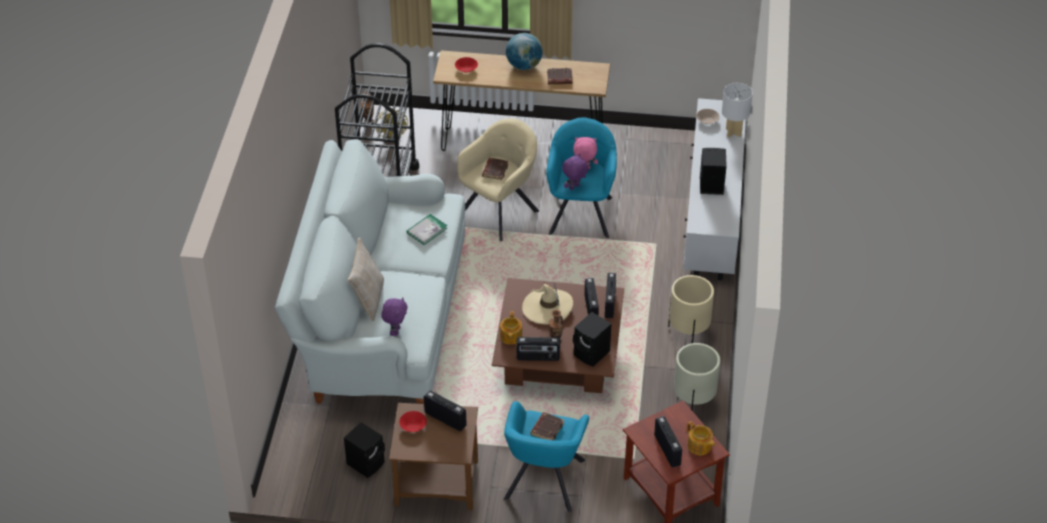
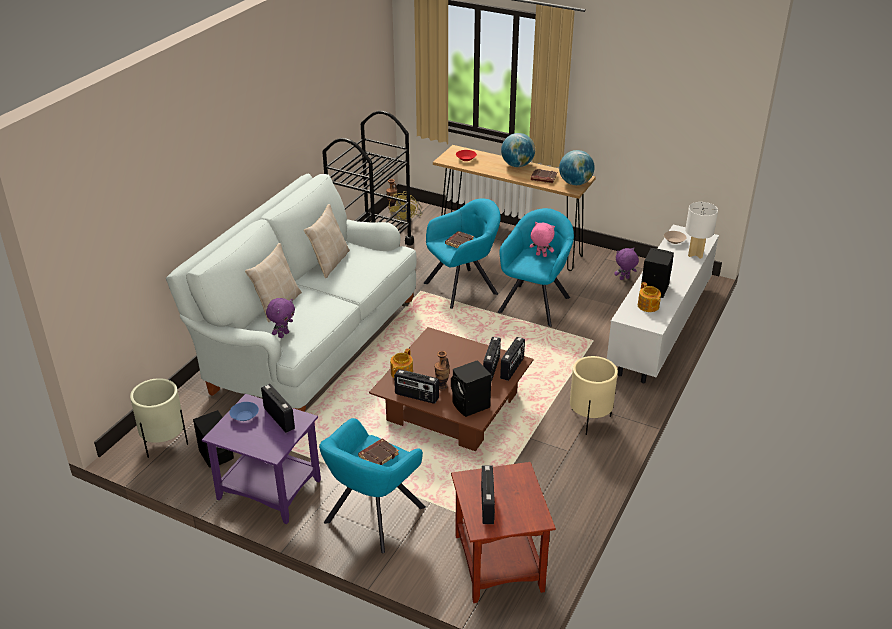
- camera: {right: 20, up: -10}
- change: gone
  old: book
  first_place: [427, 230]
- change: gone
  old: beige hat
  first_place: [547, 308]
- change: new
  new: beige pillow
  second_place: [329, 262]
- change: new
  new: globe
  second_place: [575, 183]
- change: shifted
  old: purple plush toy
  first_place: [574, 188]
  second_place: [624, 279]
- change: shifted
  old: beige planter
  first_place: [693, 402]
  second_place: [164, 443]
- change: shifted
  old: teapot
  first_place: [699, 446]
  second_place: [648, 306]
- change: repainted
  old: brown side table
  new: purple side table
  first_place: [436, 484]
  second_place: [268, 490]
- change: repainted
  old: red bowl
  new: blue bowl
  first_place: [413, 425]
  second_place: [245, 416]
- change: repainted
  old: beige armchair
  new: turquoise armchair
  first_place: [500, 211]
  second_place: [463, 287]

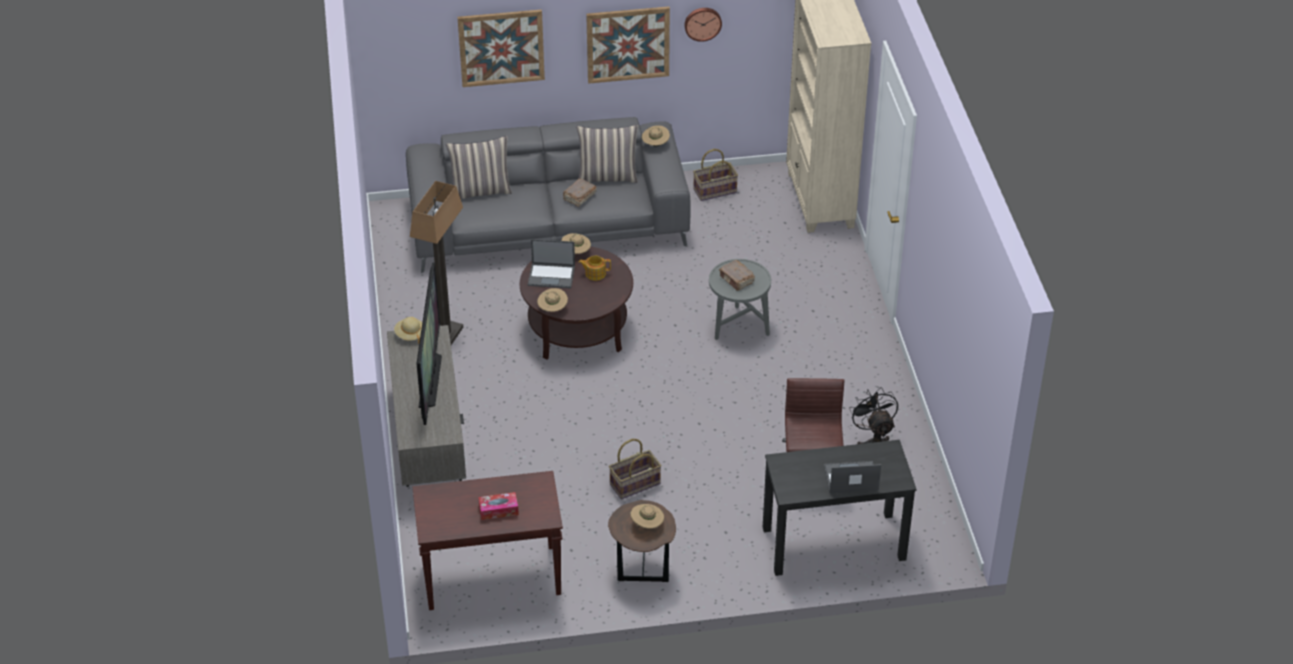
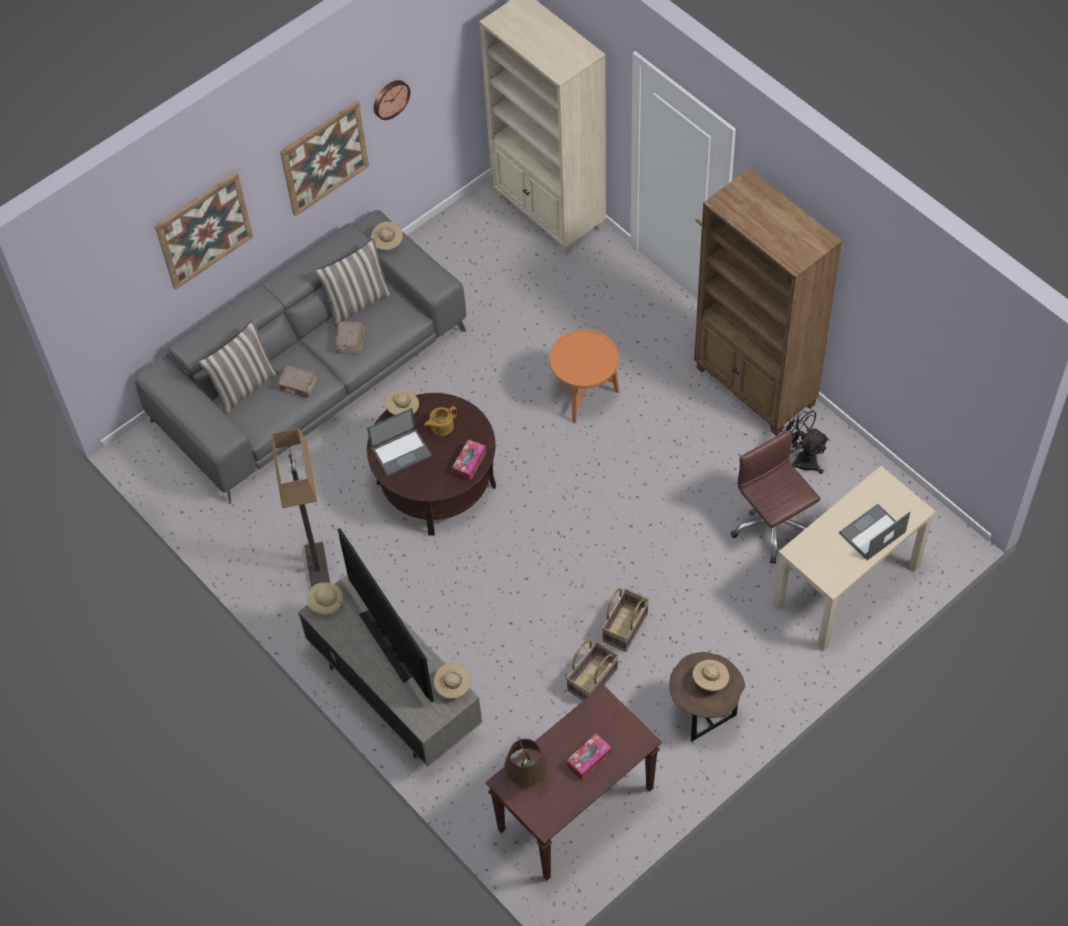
- camera: {right: -30, up: 15}
- change: new
  new: tissue box
  second_place: [469, 463]
- change: new
  new: brown table lamp
  second_place: [527, 780]
- change: new
  new: brown bookcase
  second_place: [755, 387]
- change: shifted
  old: beige hat
  first_place: [552, 309]
  second_place: [453, 687]
- change: shifted
  old: basket
  first_place: [715, 191]
  second_place: [593, 680]
- change: shifted
  old: brown book
  first_place: [736, 280]
  second_place: [298, 386]
- change: repainted
  old: grey side table
  new: orange side table
  first_place: [738, 328]
  second_place: [584, 398]
- change: repainted
  old: black desk
  new: beige desk
  first_place: [833, 543]
  second_place: [846, 587]

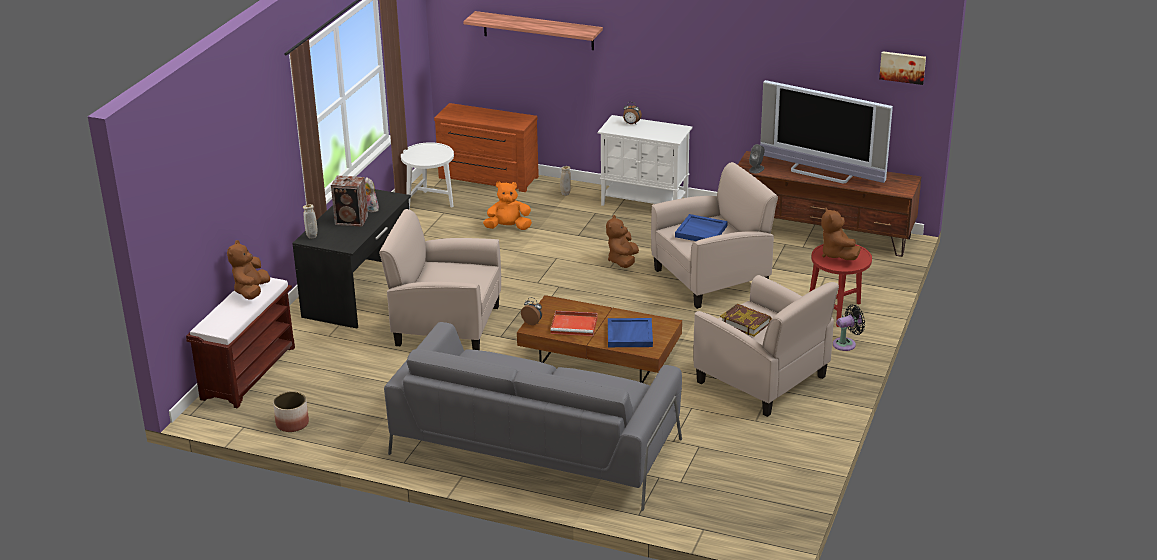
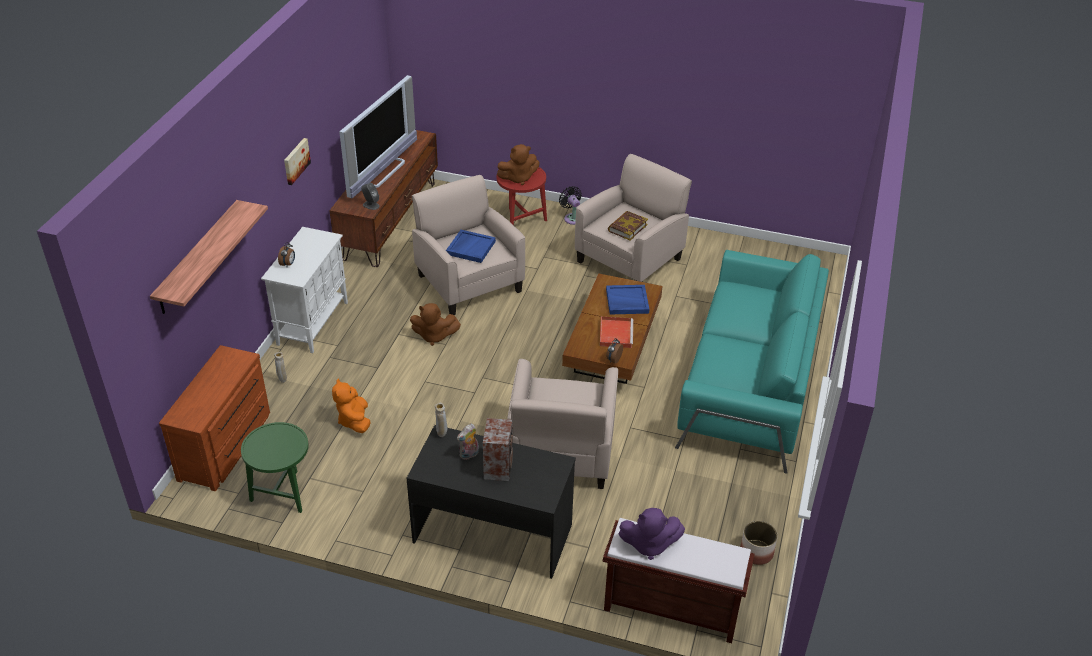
- camera: {right: -95, up: 10}
- change: shifted
  old: beige vase
  first_place: [312, 237]
  second_place: [442, 434]
- change: shifted
  old: picture
  first_place: [902, 67]
  second_place: [295, 161]
- change: repainted
  old: brown plush toy
  new: purple plush toy
  first_place: [251, 291]
  second_place: [649, 544]
- change: repainted
  old: grey sofa
  new: turquoise sofa
  first_place: [535, 446]
  second_place: [750, 380]
- change: repainted
  old: white side table
  new: green side table
  first_place: [430, 203]
  second_place: [283, 492]

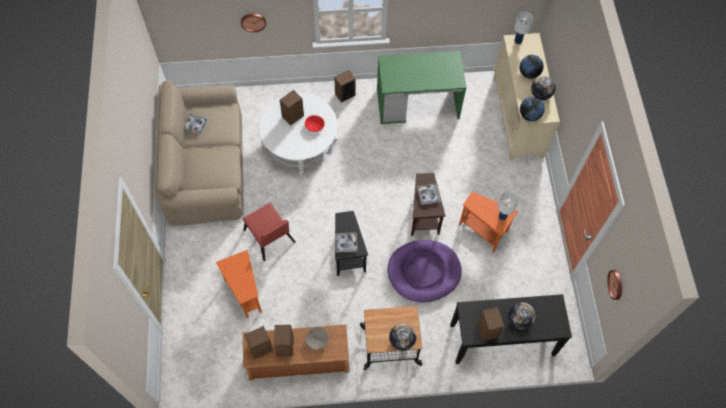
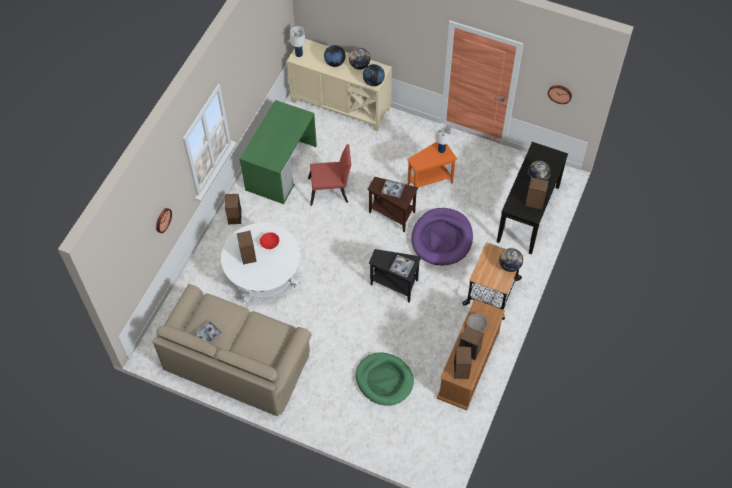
- camera: {right: -60, up: -5}
- change: shifted
  old: red chair
  first_place: [270, 239]
  second_place: [331, 190]
- change: swapped
  old: orange side table
  new: green dog bed
  first_place: [245, 292]
  second_place: [384, 380]

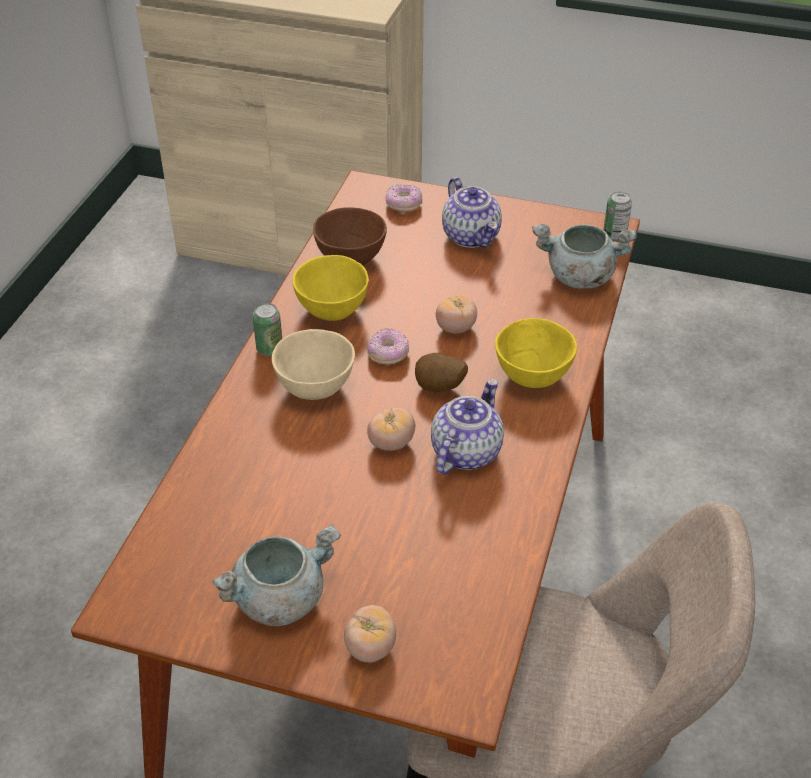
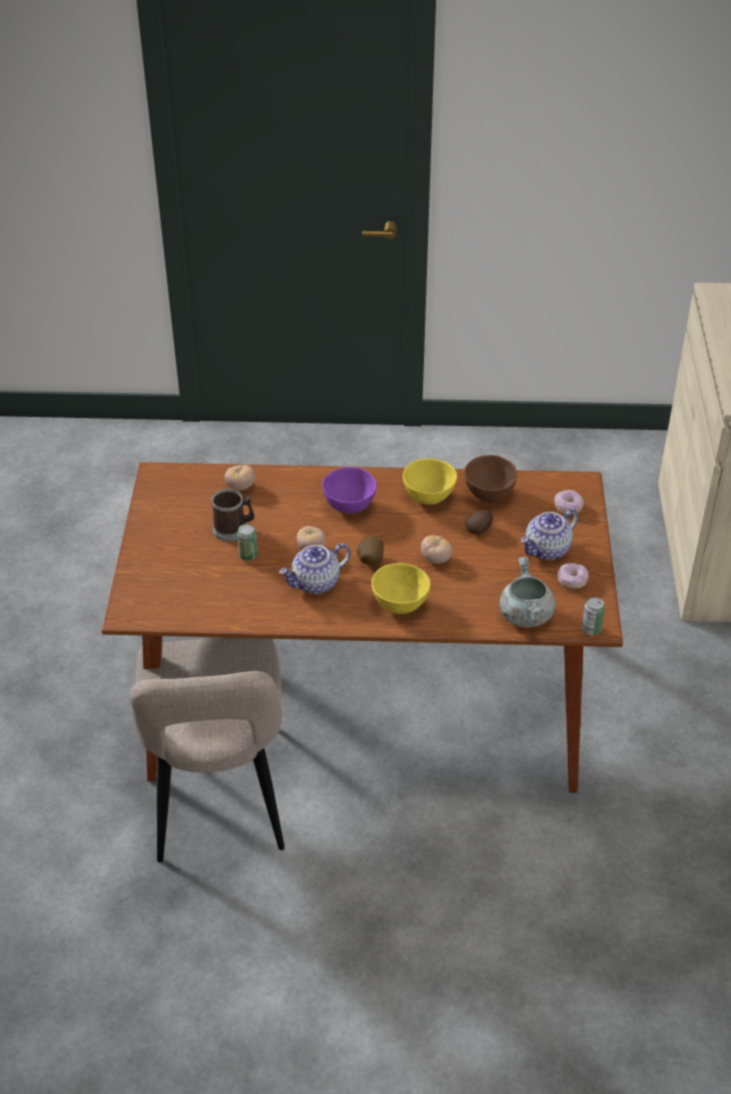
- camera: {right: 75, up: 0}
- change: gone
  old: grey cooking pot
  first_place: [280, 598]
- change: new
  new: mug
  second_place: [234, 529]
- change: new
  new: potato
  second_place: [479, 529]
- change: shifted
  old: can
  first_place: [269, 349]
  second_place: [248, 555]
- change: shifted
  old: tomato
  first_place: [370, 648]
  second_place: [240, 486]
- change: shifted
  old: donut
  first_place: [388, 355]
  second_place: [572, 581]
- change: repainted
  old: beige bowl
  new: purple bowl
  first_place: [316, 387]
  second_place: [350, 506]
- change: rotated
  old: teapot
  first_place: [465, 451]
  second_place: [315, 583]
  degrees: 135

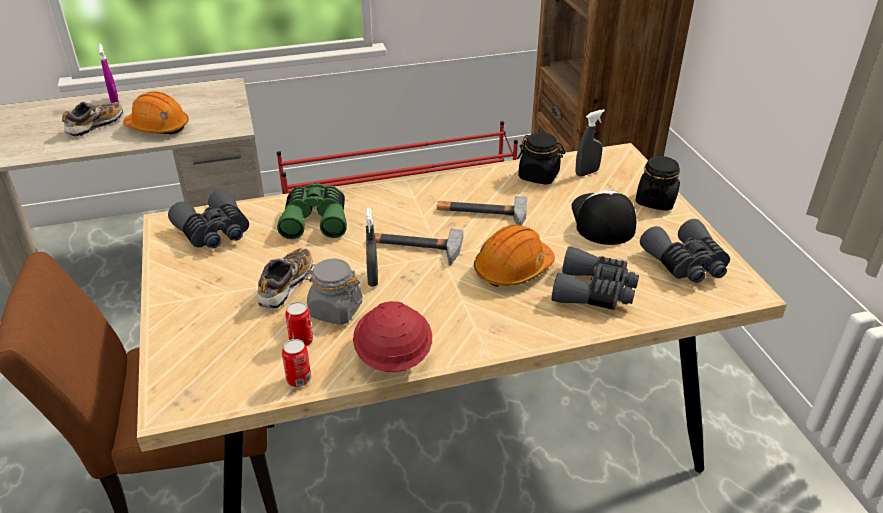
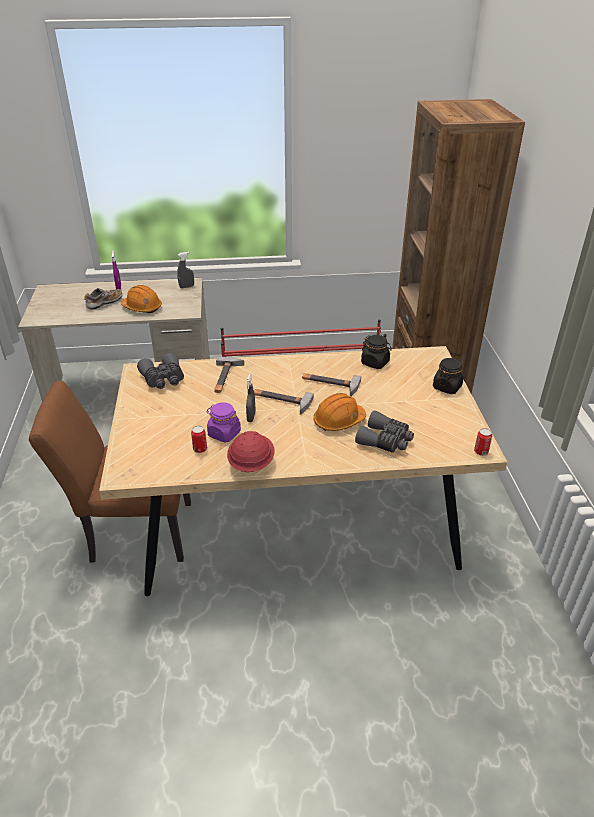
- camera: {right: 10, up: 0}
- change: gone
  old: shoe
  first_place: [286, 286]
- change: gone
  old: cap
  first_place: [601, 219]
- change: gone
  old: grey binoculars
  first_place: [686, 264]
- change: shifted
  old: can
  first_place: [299, 379]
  second_place: [481, 452]
- change: shifted
  old: grey spray bottle
  first_place: [587, 173]
  second_place: [186, 287]
- change: swapped
  old: green binoculars
  new: hammer
  first_place: [315, 220]
  second_place: [225, 377]
- change: repainted
  old: grey jar
  new: purple jar
  first_place: [335, 310]
  second_place: [224, 433]

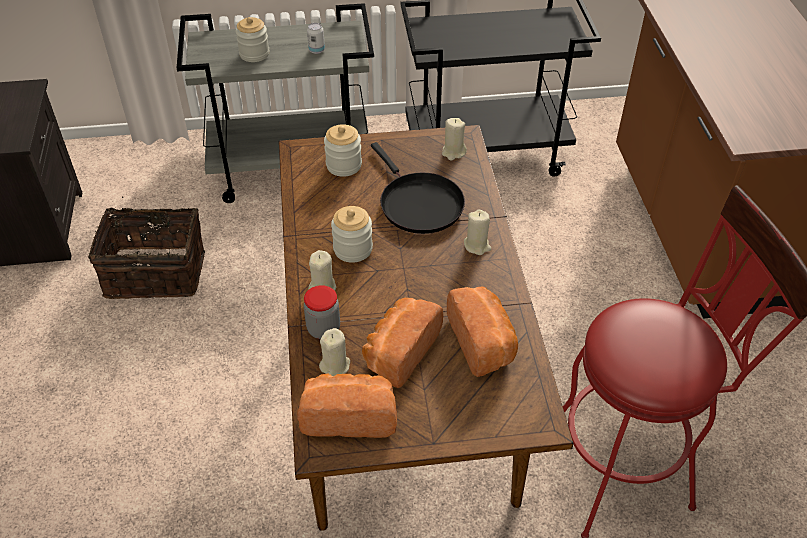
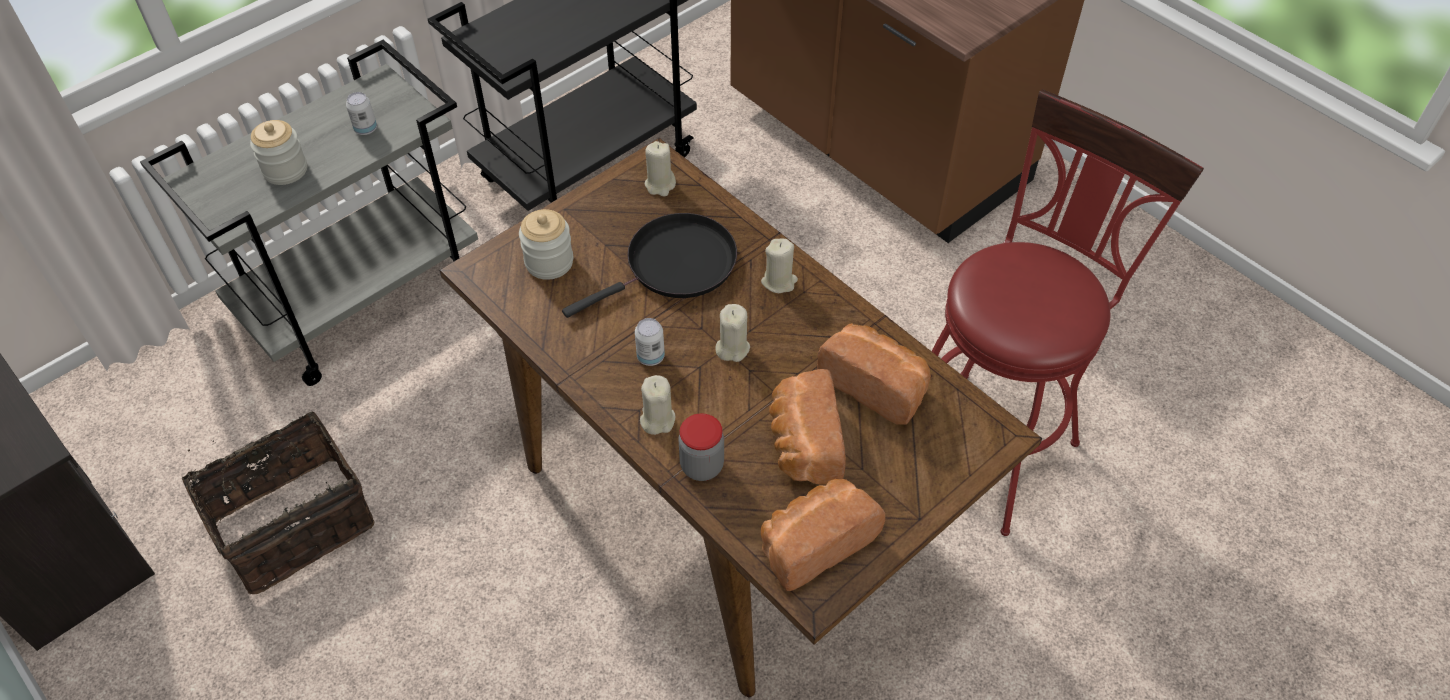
- camera: {right: -35, up: 5}
- change: shifted
  old: beige candle
  first_place: [335, 365]
  second_place: [732, 348]
- change: swapped
  old: jar
  new: can
  first_place: [353, 249]
  second_place: [650, 357]
- change: rotated
  old: black frying pan
  first_place: [418, 203]
  second_place: [675, 266]
  degrees: -60

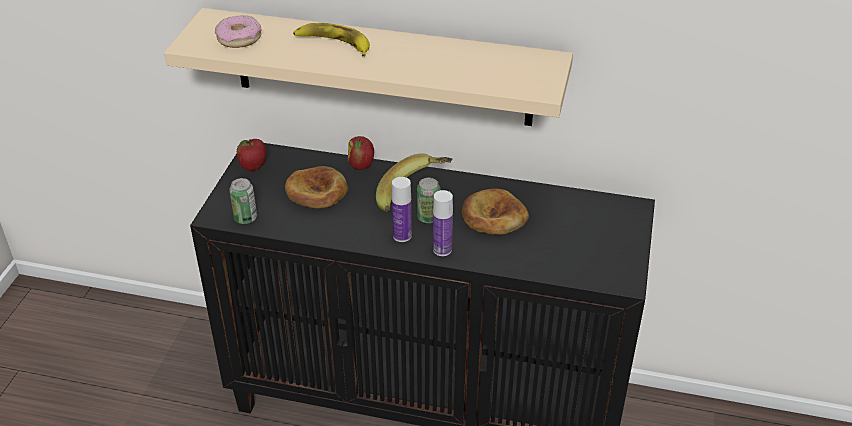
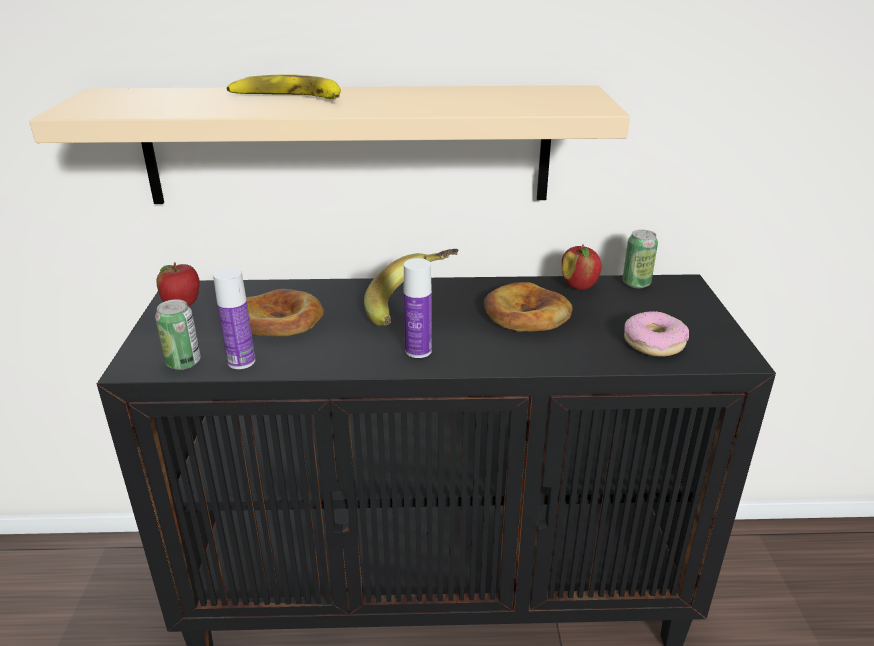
- camera: {right: -15, up: -10}
- change: shifted
  old: donut
  first_place: [239, 38]
  second_place: [654, 343]
- change: shifted
  old: apple
  first_place: [361, 166]
  second_place: [579, 286]
- change: shifted
  old: can
  first_place: [428, 217]
  second_place: [636, 283]
- change: shifted
  old: bottle
  first_place: [442, 249]
  second_place: [241, 361]

